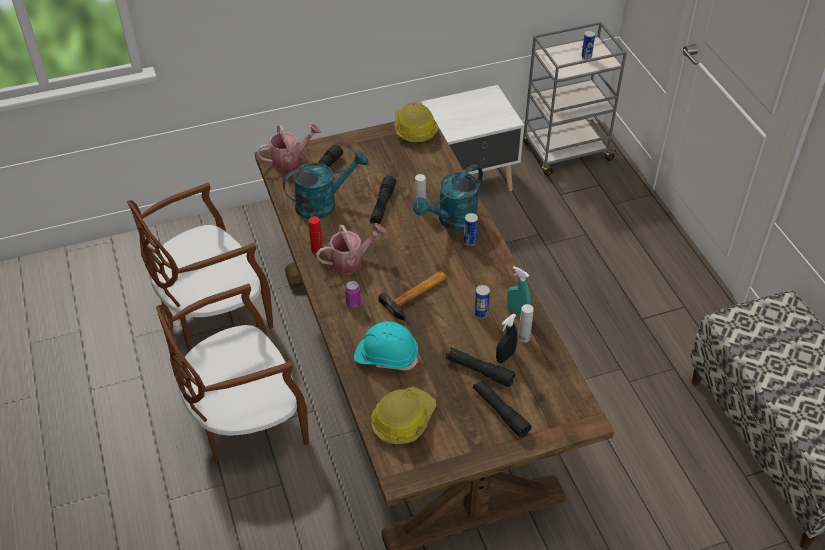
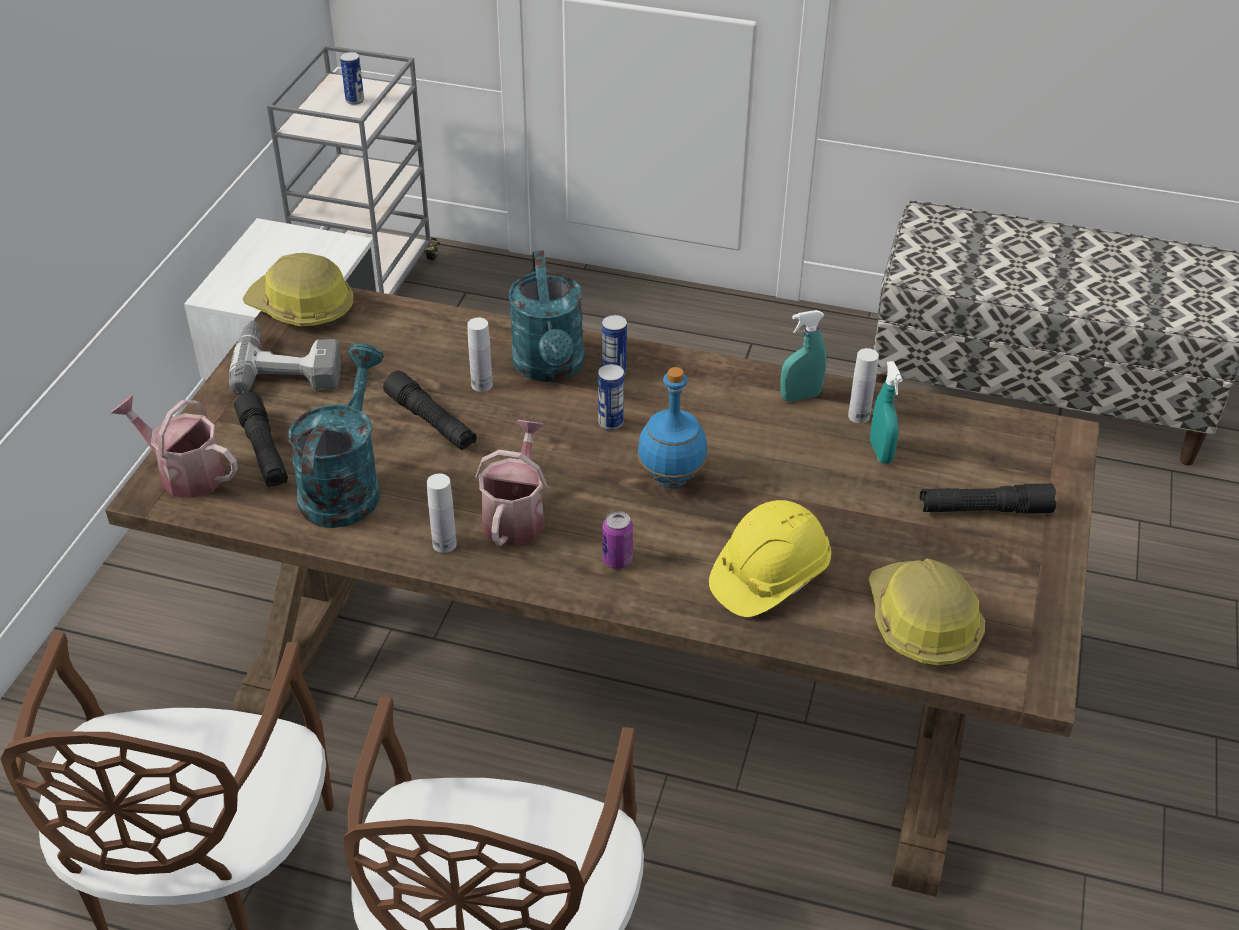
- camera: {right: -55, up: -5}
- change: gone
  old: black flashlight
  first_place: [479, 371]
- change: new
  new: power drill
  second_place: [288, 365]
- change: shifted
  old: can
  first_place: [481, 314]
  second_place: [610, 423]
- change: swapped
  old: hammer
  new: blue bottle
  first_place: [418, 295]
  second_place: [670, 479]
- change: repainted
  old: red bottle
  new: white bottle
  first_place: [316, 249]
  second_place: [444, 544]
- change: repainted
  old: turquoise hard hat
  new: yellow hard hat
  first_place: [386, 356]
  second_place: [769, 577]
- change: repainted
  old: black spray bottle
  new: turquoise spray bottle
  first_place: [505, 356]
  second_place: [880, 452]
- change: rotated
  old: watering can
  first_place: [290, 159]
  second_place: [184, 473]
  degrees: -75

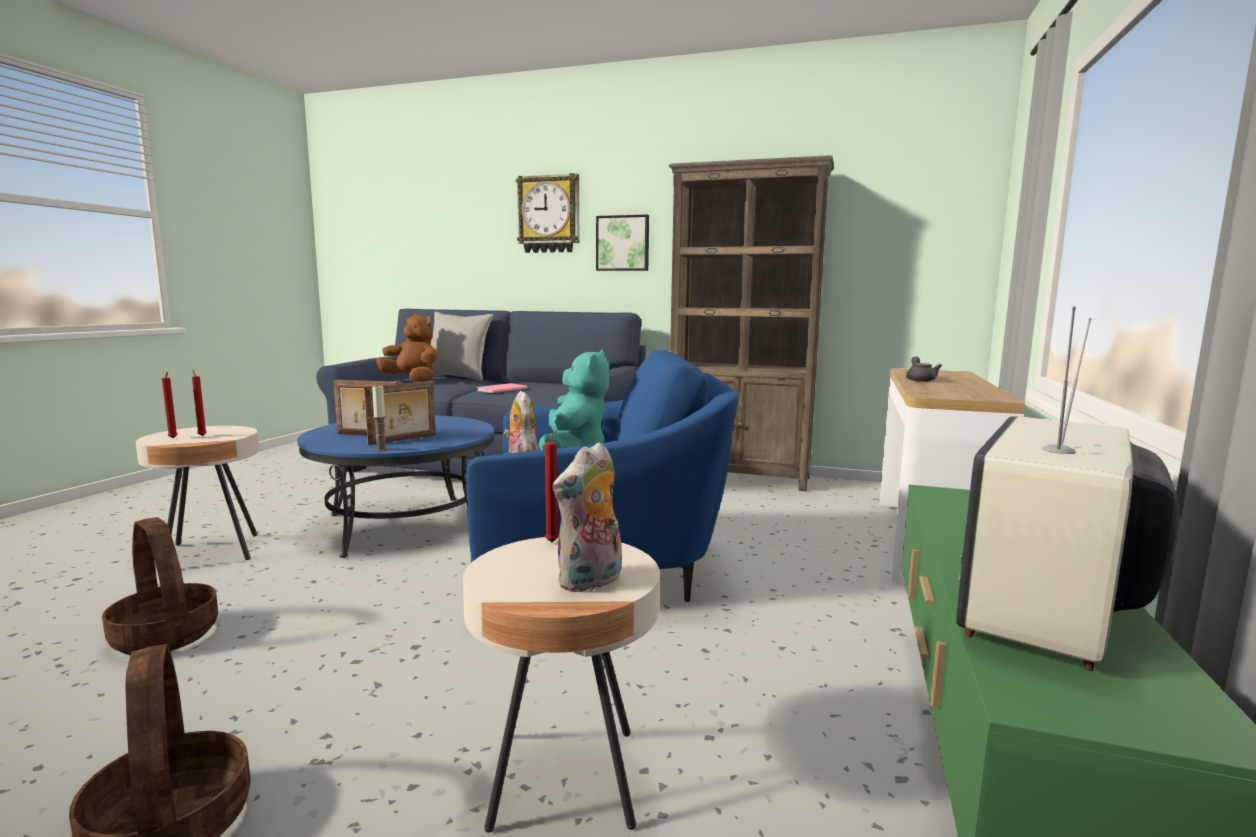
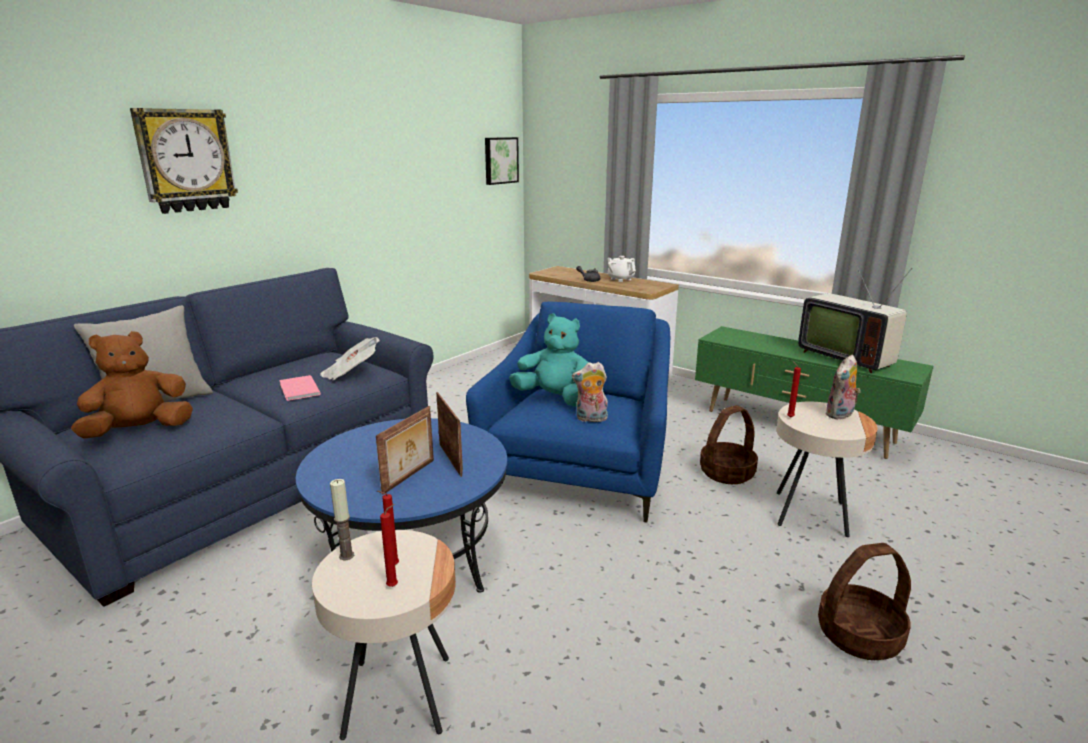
- camera: {right: -70, up: 10}
- change: gone
  old: brown bookcase
  first_place: [739, 477]
- change: new
  new: newspaper
  second_place: [351, 373]
- change: new
  new: white teapot
  second_place: [620, 279]
- change: shifted
  old: basket
  first_place: [164, 636]
  second_place: [727, 473]
- change: shifted
  old: candle
  first_place: [381, 450]
  second_place: [346, 555]
- change: shifted
  old: picture
  first_place: [623, 243]
  second_place: [500, 160]
- change: rotated
  old: plush toy
  first_place: [591, 582]
  second_place: [840, 415]
  degrees: 75

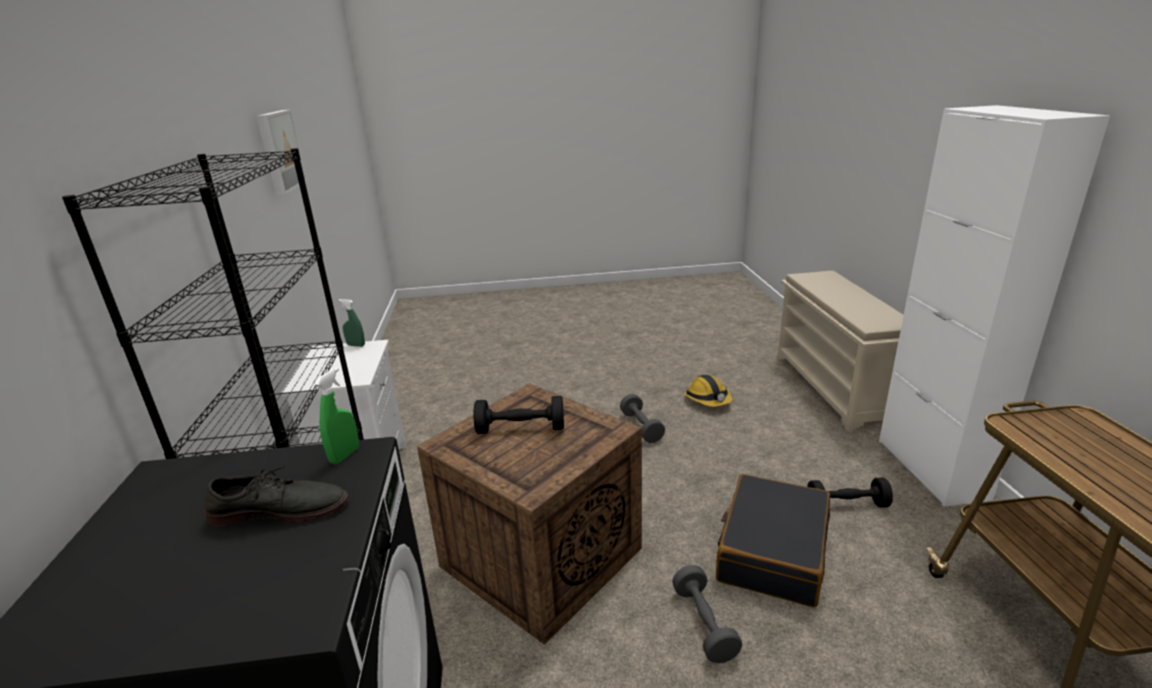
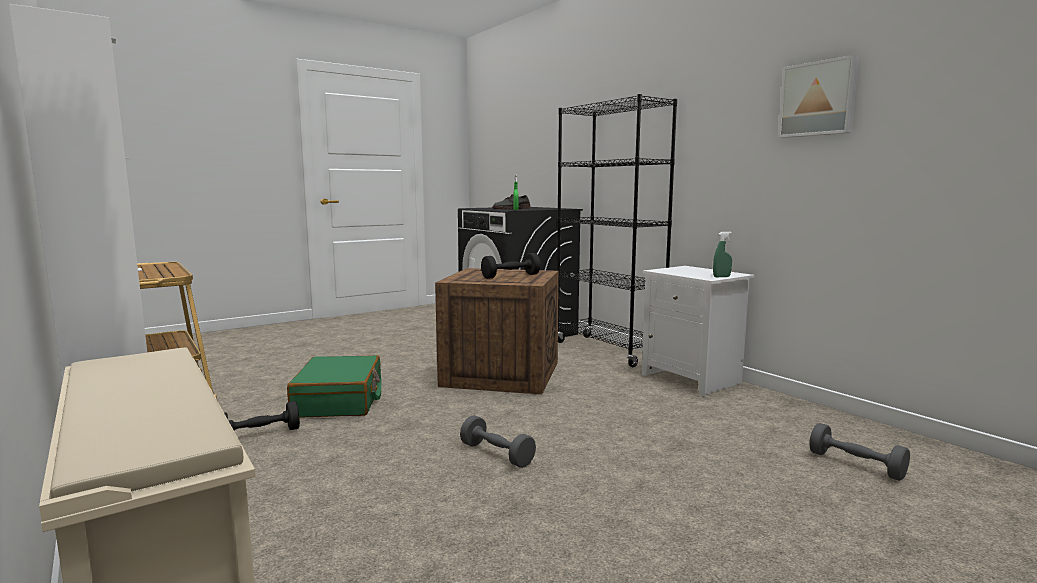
- camera: {right: 150, up: -15}
- change: gone
  old: hard hat
  first_place: [708, 400]
- change: shifted
  old: grey dumbbell
  first_place: [704, 624]
  second_place: [856, 465]
- change: repainted
  old: black suitcase
  new: green suitcase
  first_place: [772, 551]
  second_place: [339, 400]

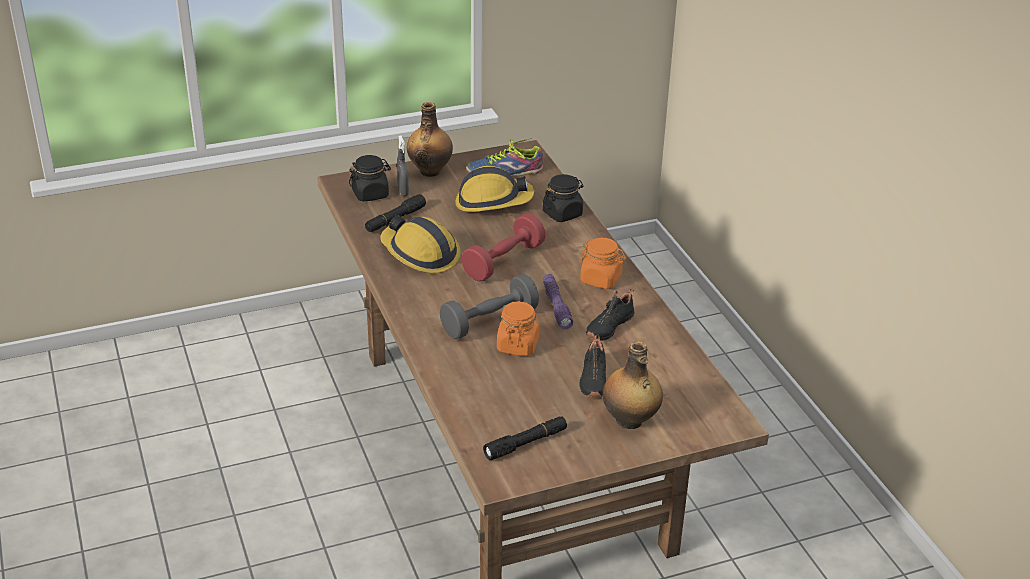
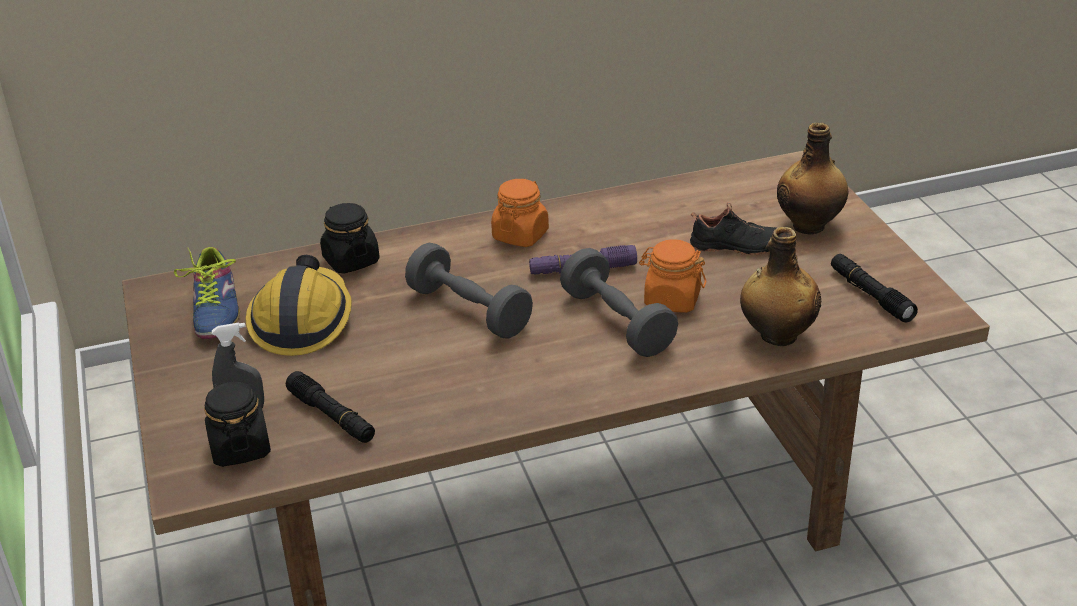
- camera: {right: -85, up: 0}
- change: gone
  old: hard hat
  first_place: [420, 254]
- change: gone
  old: black shoe
  first_place: [608, 326]
- change: shifted
  old: bottle
  first_place: [430, 170]
  second_place: [777, 336]
- change: repainted
  old: red dumbbell
  new: grey dumbbell
  first_place: [503, 261]
  second_place: [469, 310]

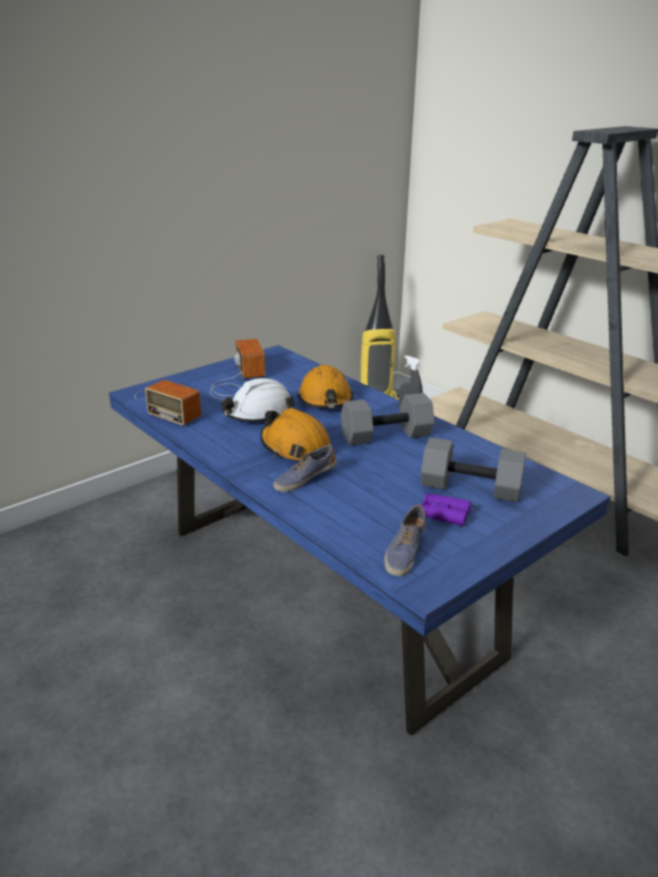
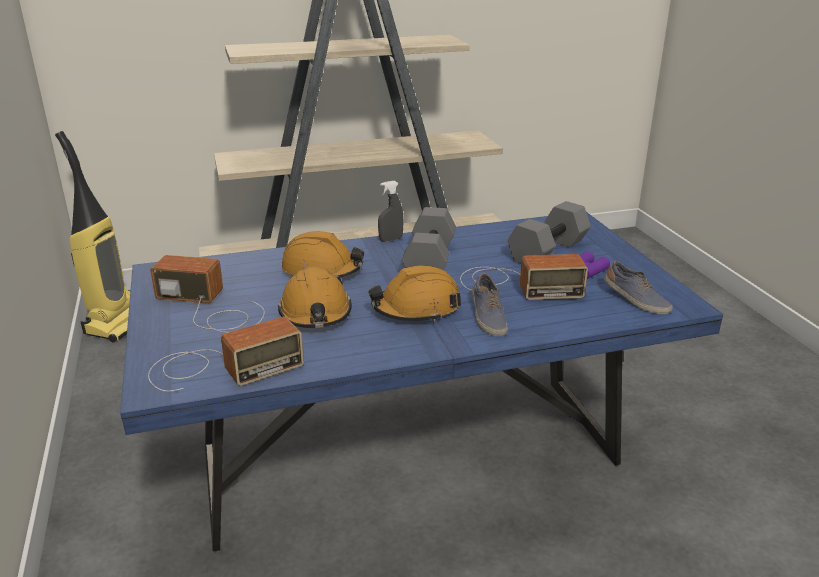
- camera: {right: -65, up: 0}
- change: new
  new: radio
  second_place: [516, 284]
- change: repainted
  old: white hard hat
  new: orange hard hat
  first_place: [258, 413]
  second_place: [315, 313]

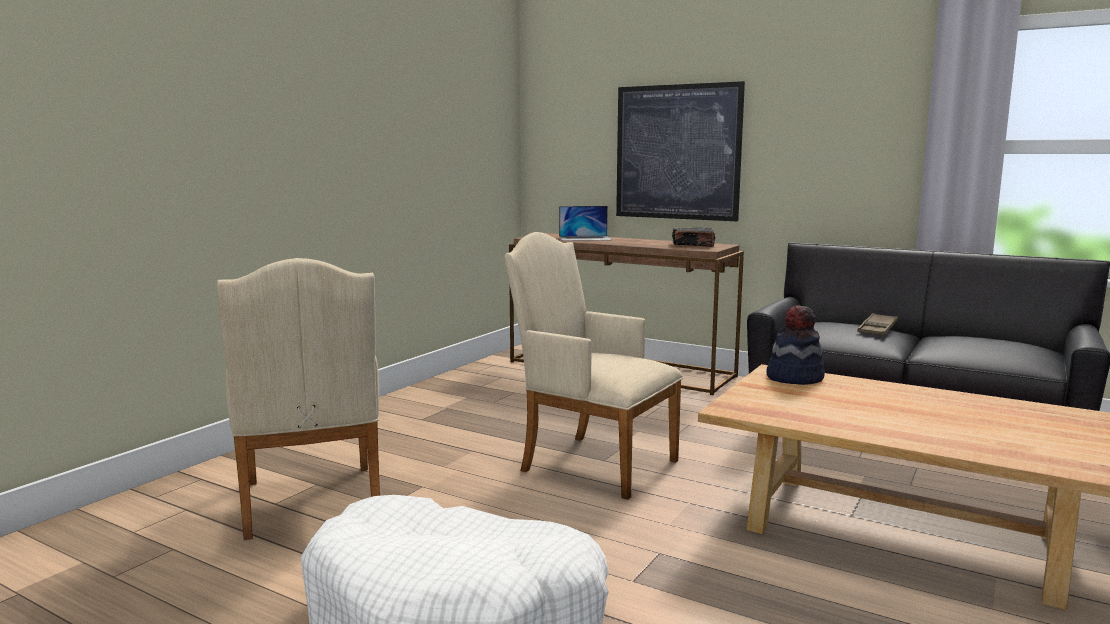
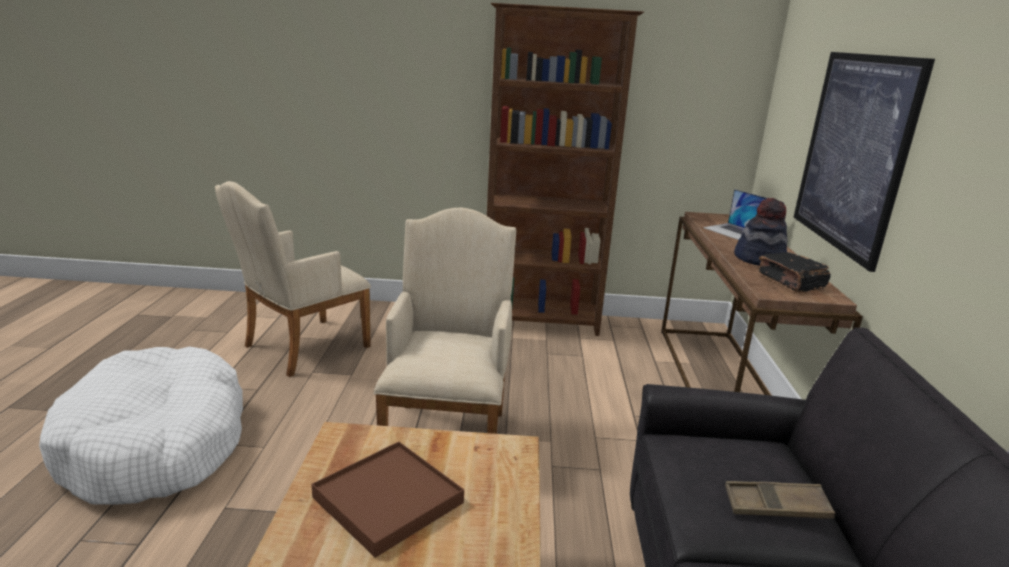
- camera: {right: 60, up: 10}
- change: new
  new: brown tray
  second_place: [388, 500]
- change: new
  new: brown bookcase
  second_place: [541, 322]
- change: shifted
  old: hat
  first_place: [794, 377]
  second_place: [759, 259]

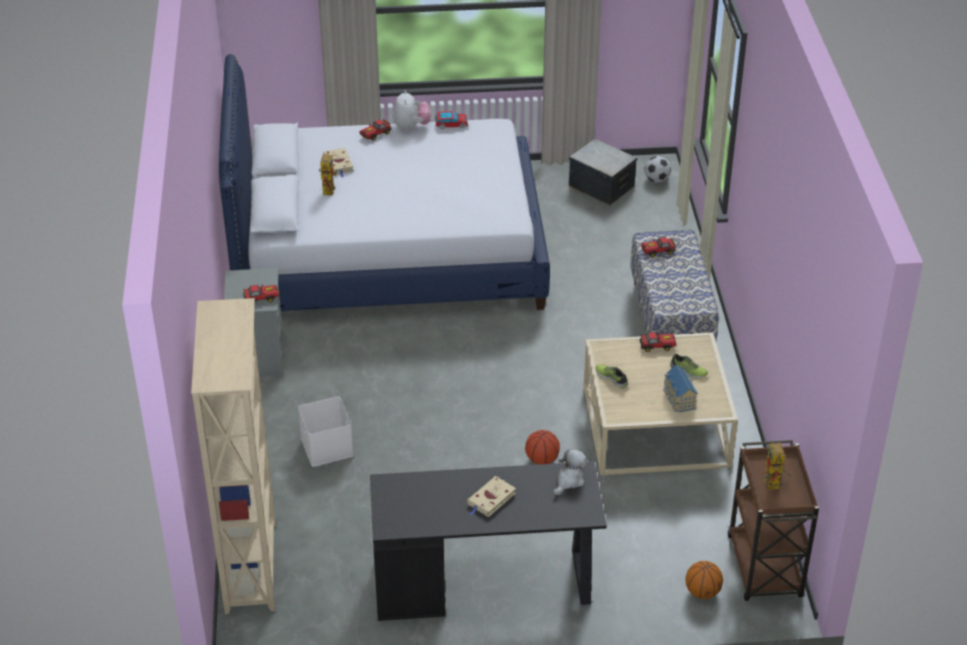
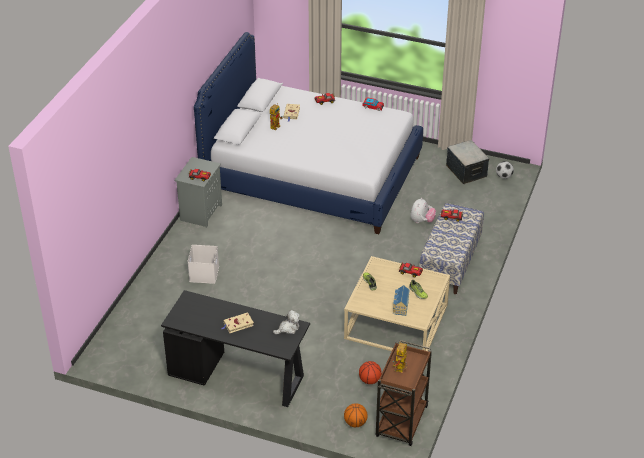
- camera: {right: 25, up: 0}
- change: gone
  old: beige bookcase
  first_place: [252, 566]
- change: shifted
  old: plush toy
  first_place: [411, 127]
  second_place: [422, 221]
- change: shifted
  old: basketball
  first_place: [542, 459]
  second_place: [370, 380]

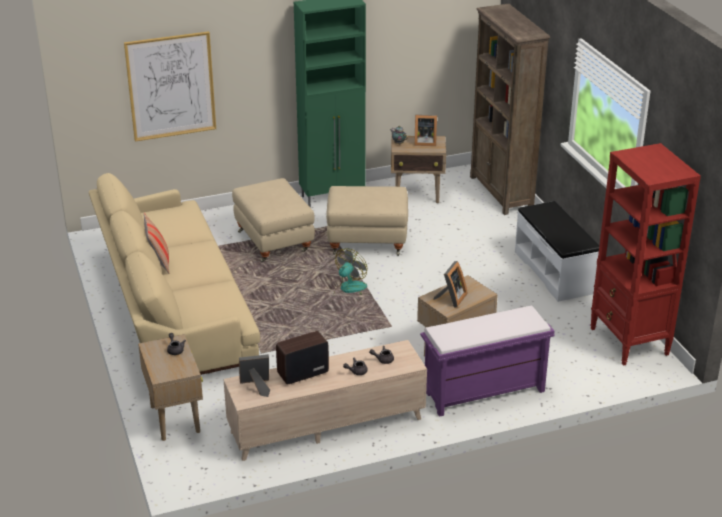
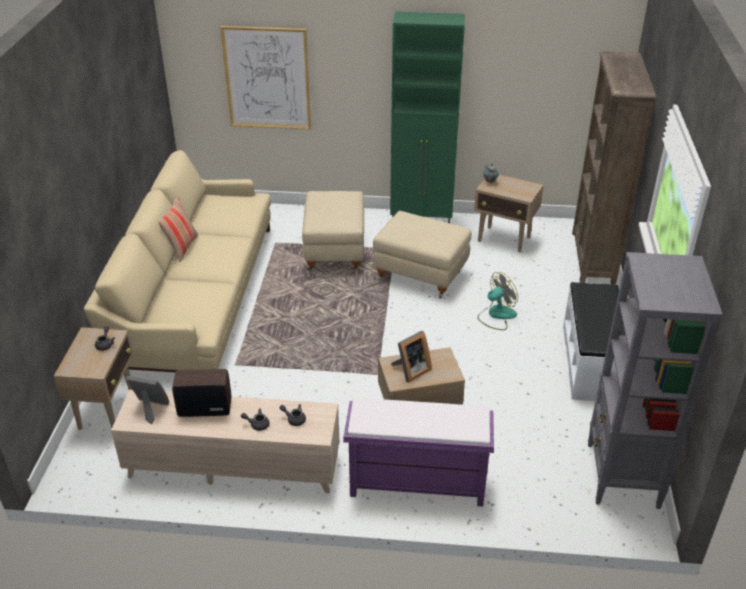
- camera: {right: 25, up: 5}
- change: gone
  old: picture frame
  first_place: [424, 142]
- change: shifted
  old: fan
  first_place: [349, 290]
  second_place: [496, 315]
- change: repainted
  old: red bookcase
  new: grey bookcase
  first_place: [629, 342]
  second_place: [622, 476]

